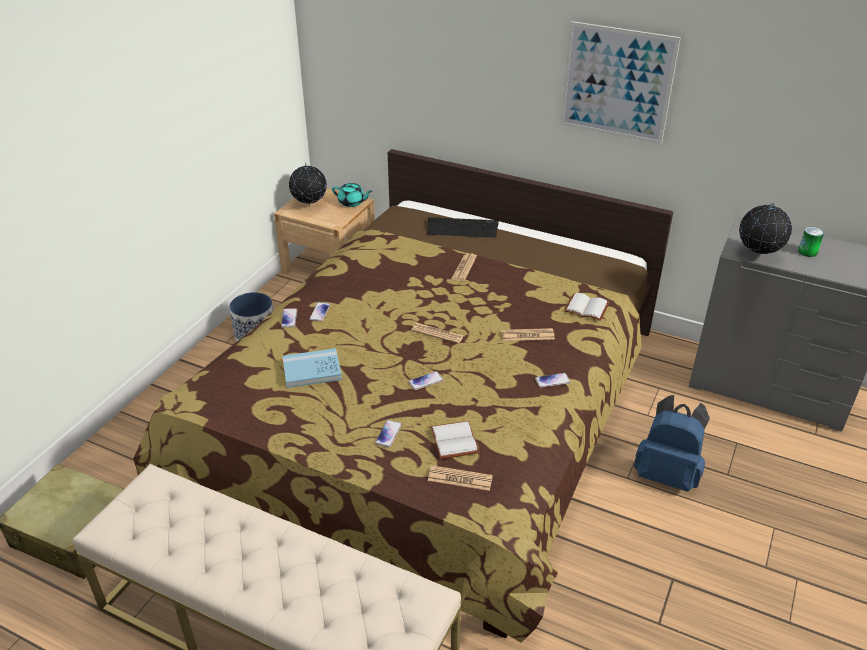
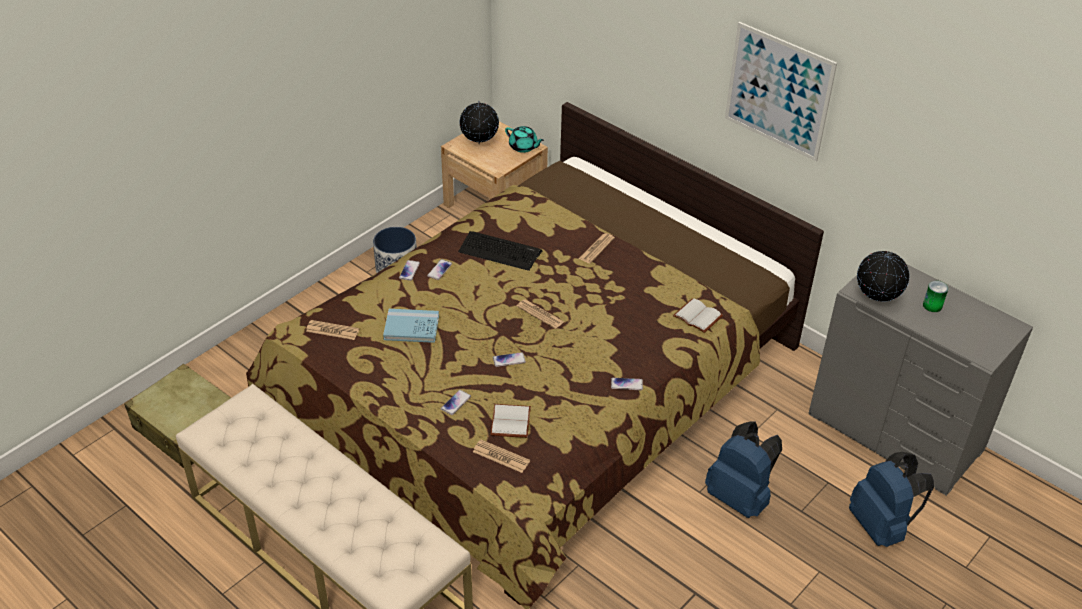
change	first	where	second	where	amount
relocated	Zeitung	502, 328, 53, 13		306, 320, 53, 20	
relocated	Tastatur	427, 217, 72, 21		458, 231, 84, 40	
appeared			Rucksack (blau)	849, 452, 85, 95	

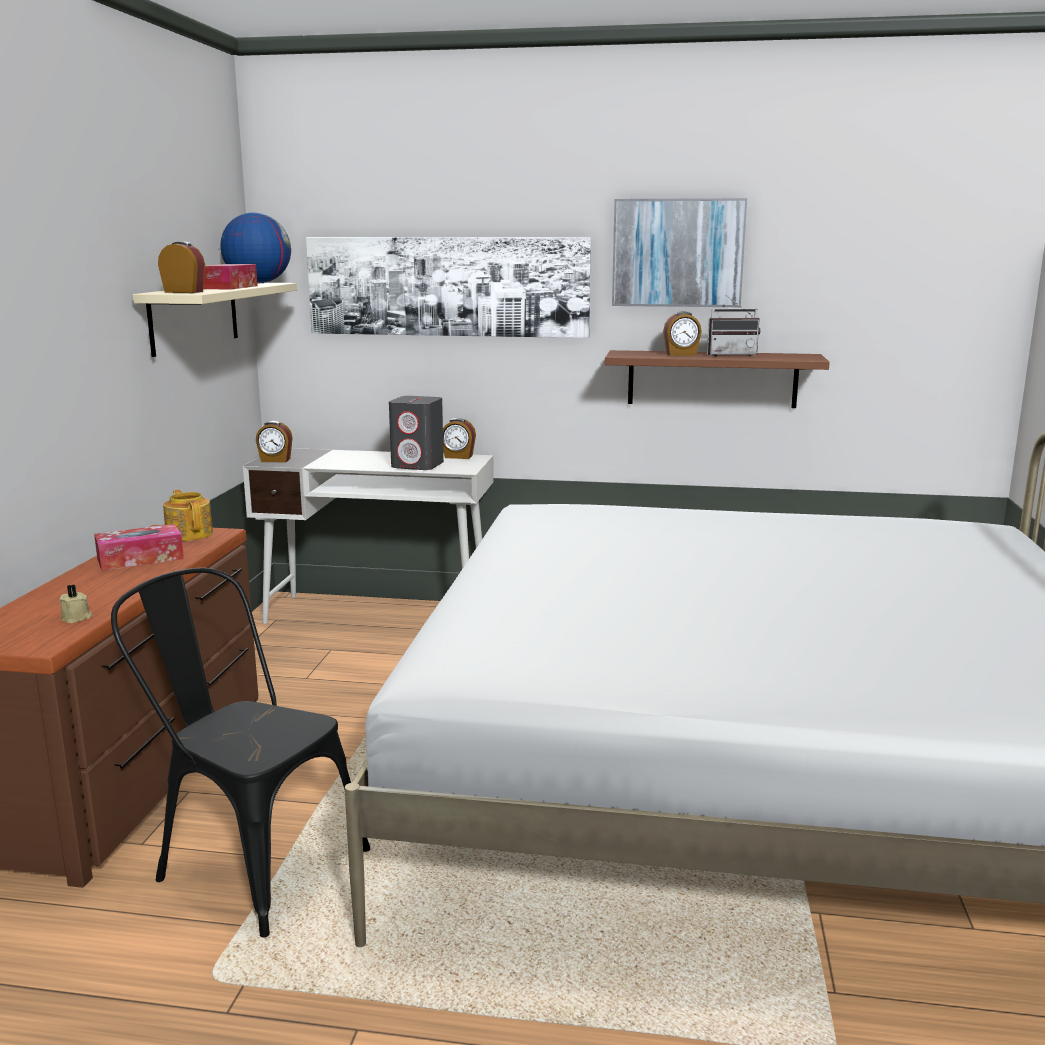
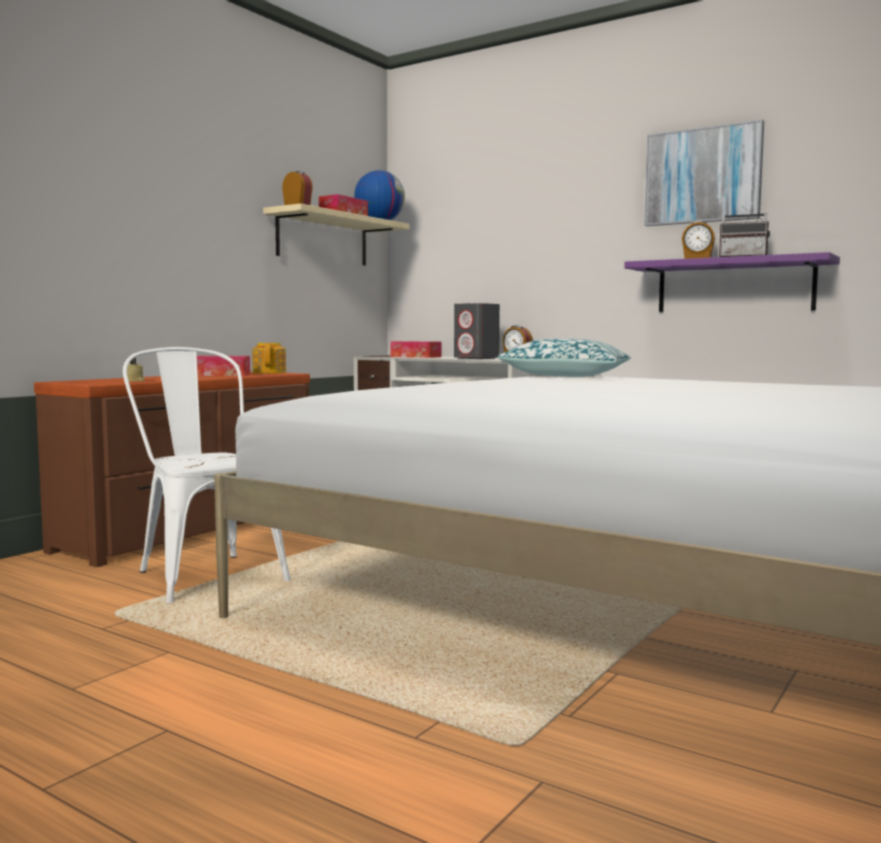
change	first	where	second	where	amount
colour	Stuhl (schwarz)	111, 568, 259, 369	Stuhl (weiß)	123, 347, 168, 256	
appeared			Taschentuchbox	390, 341, 51, 17	
appeared			Kissen	498, 339, 133, 38	
colour	Wandregal (braun)	605, 350, 225, 58	Wandregal (lila)	624, 252, 216, 60	
missing	Wecker	256, 421, 37, 41			
missing	Bild	306, 237, 285, 101			

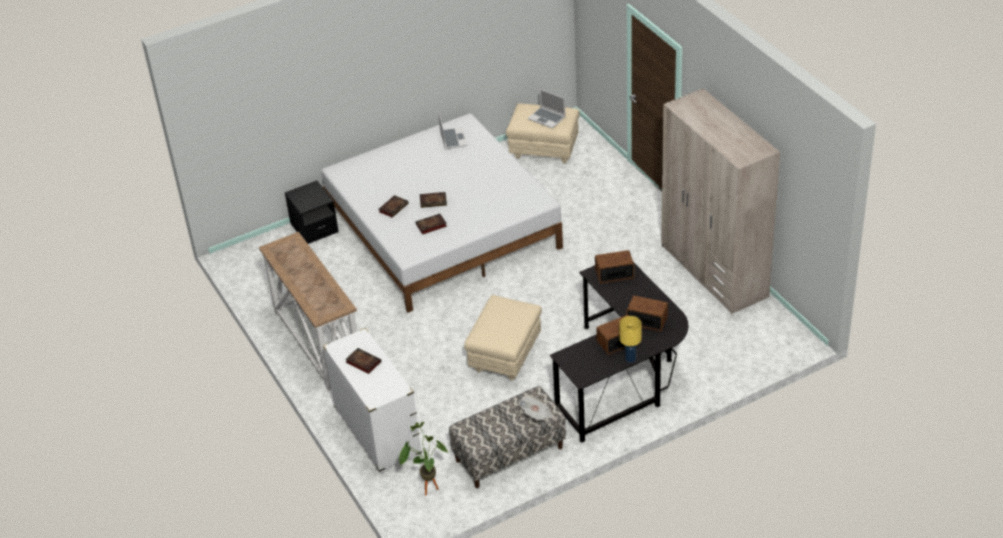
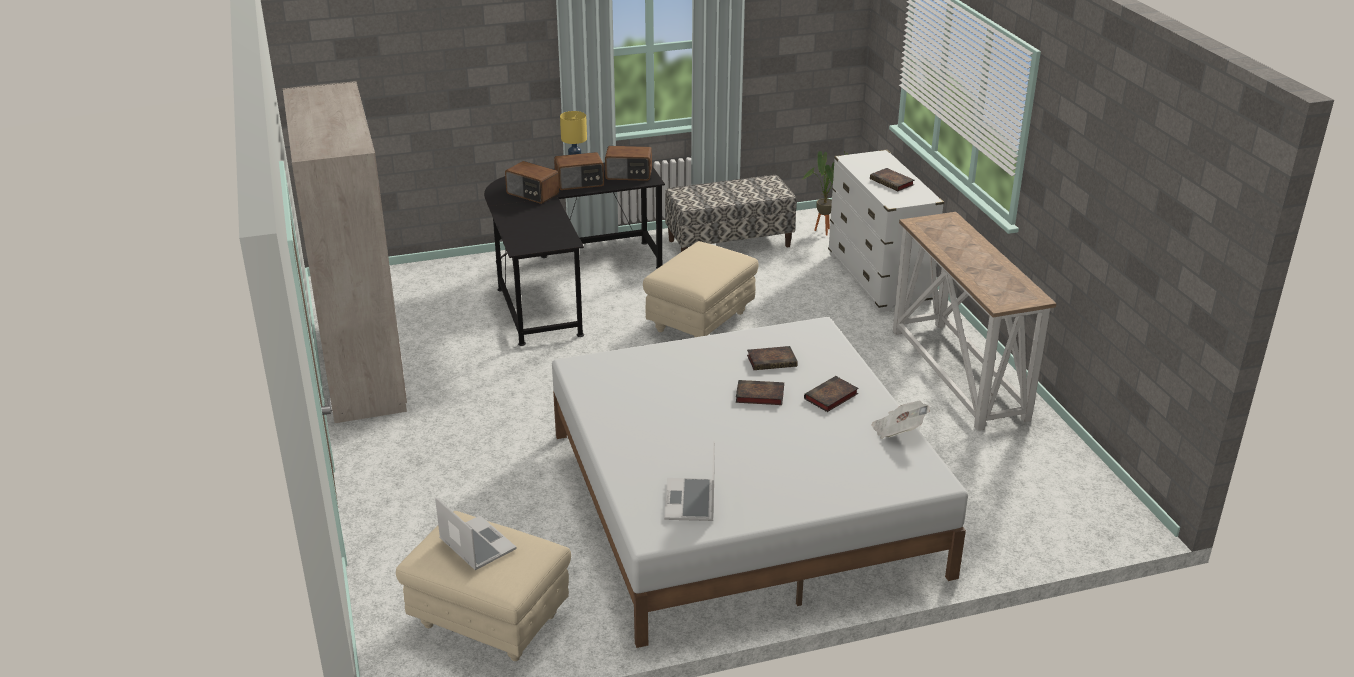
change	first	where	second	where	amount
relocated	Radio	595, 250, 39, 33		605, 146, 47, 35	
relocated	Zeitung	518, 395, 36, 25		872, 401, 58, 38	
missing	Nachttisch (schwarz)	285, 180, 54, 64			

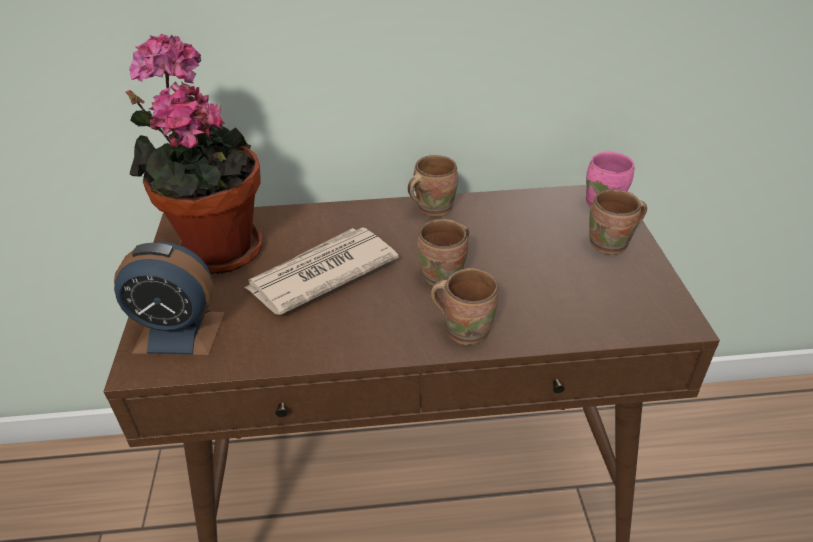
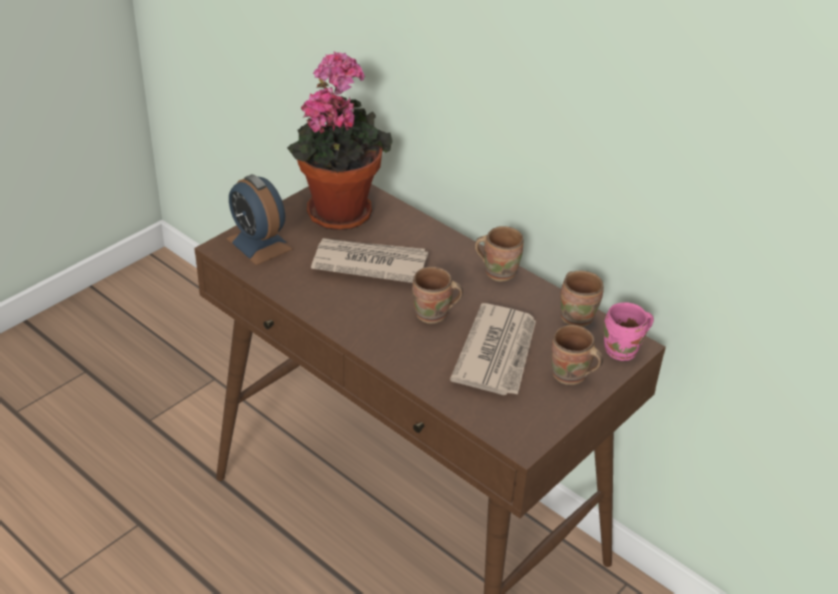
change	first	where	second	where	amount
appeared			Zeitung	450, 303, 86, 92	
relocated	Henkelbecher (braun)	431, 268, 68, 77		560, 271, 44, 56	

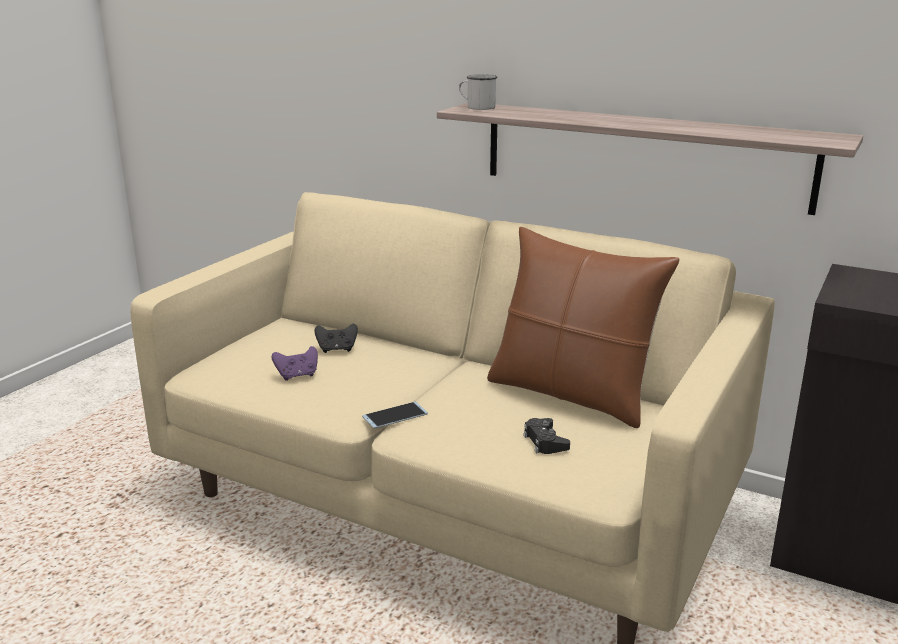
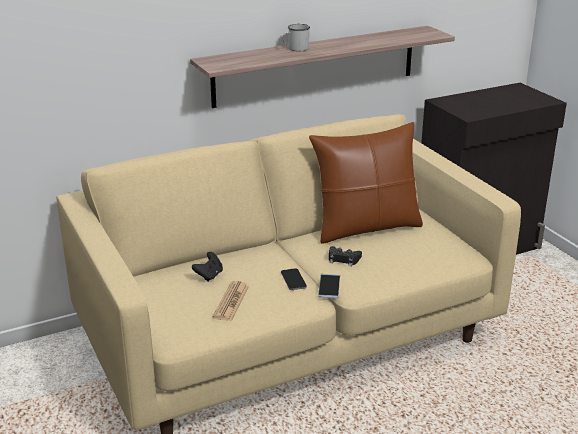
change	first	where	second	where	amount
exchanged	Gamepad (lila)	272, 346, 46, 35	Zeitung	213, 281, 36, 40	
appeared			Handy	281, 268, 26, 22	
relocated	Henkelbecher (weiß)	459, 74, 38, 36		282, 24, 28, 27	
relocated	Gamepad (schwarz)	523, 418, 47, 36		329, 246, 33, 20	

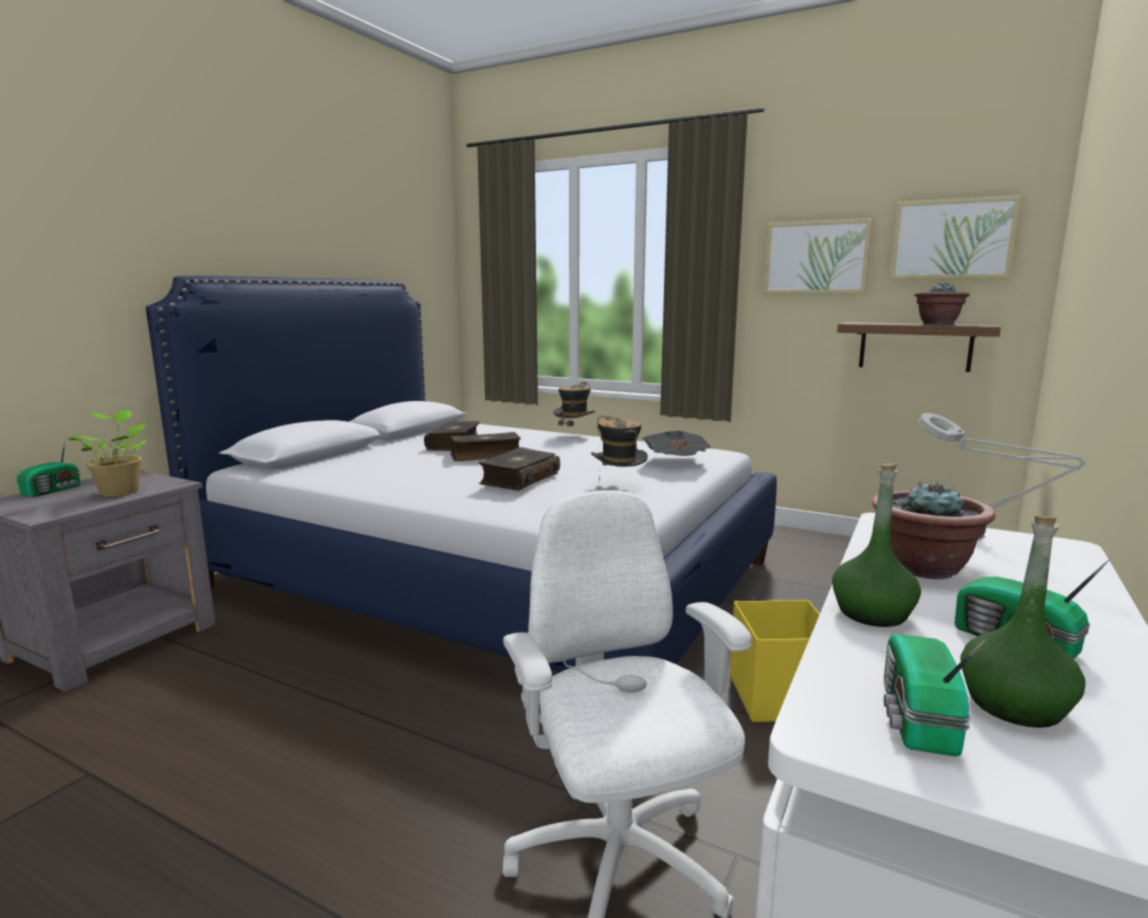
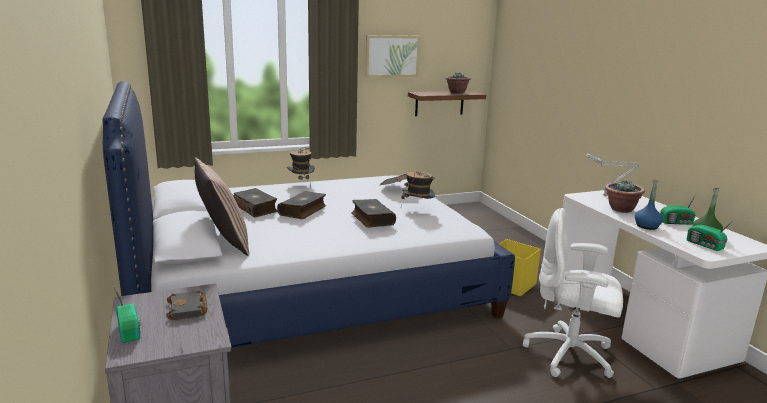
change	first	where	second	where	amount
exchanged	Topfpflanze	68, 409, 78, 88	Buch (schwarz)	166, 291, 41, 29	
appeared			Kissen	194, 157, 55, 99	
colour	Flasche (grün)	832, 463, 89, 164	Flasche (blau)	635, 179, 28, 51	
missing	Bild	889, 195, 132, 85			

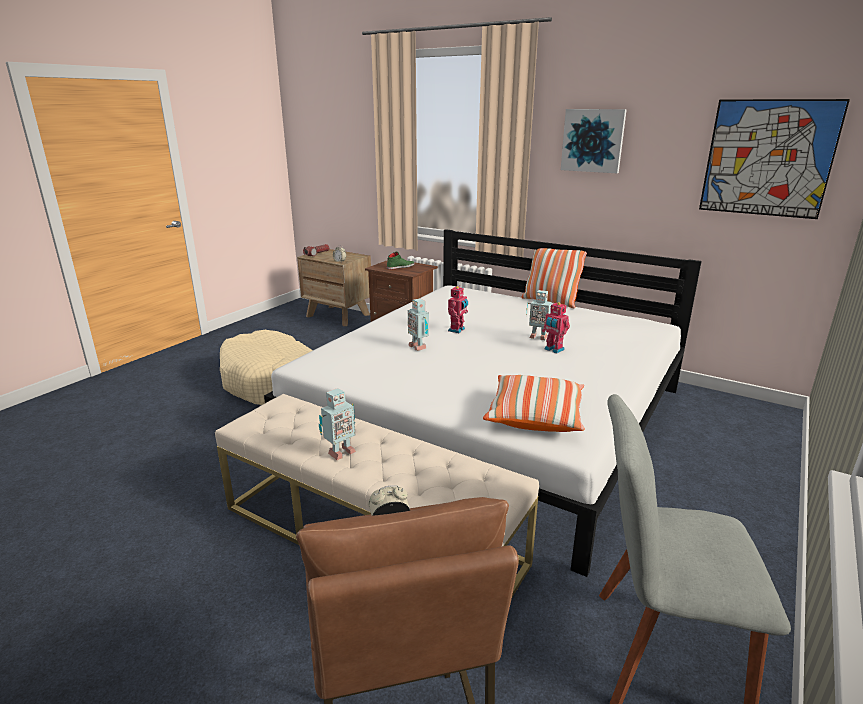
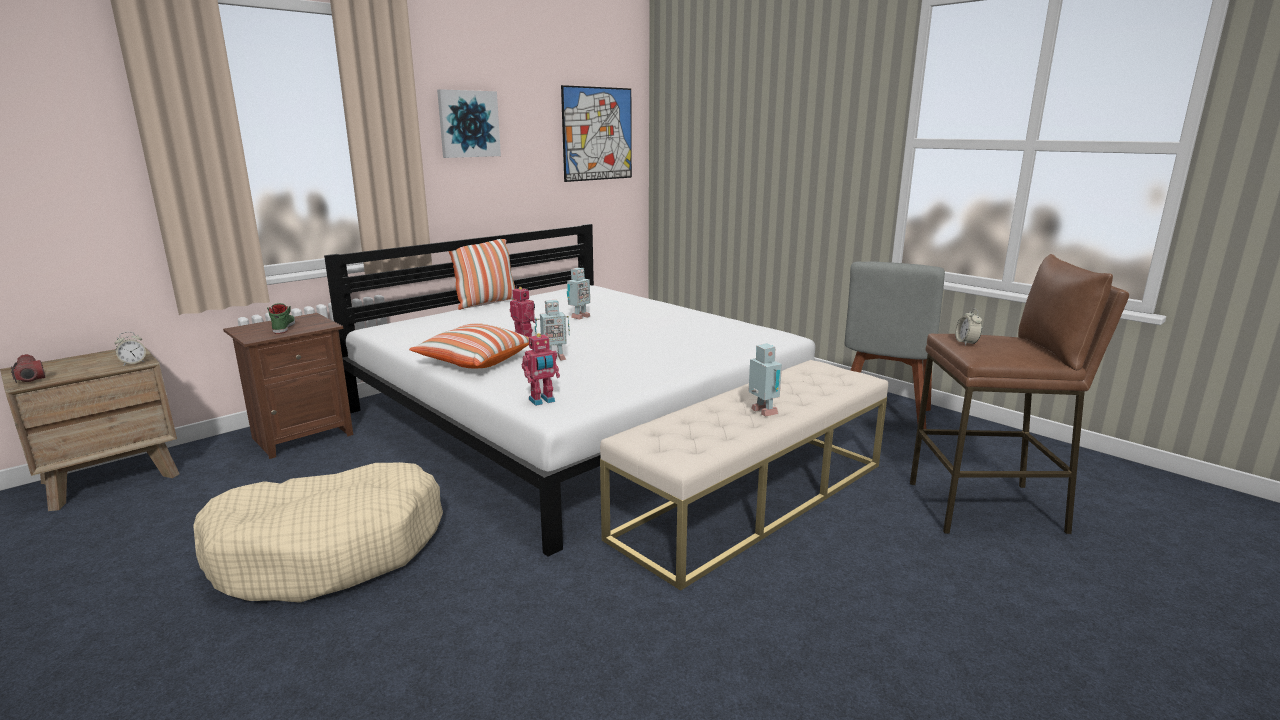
change	first	where	second	where	amount
relocated	Kissen	483, 375, 102, 57		409, 323, 120, 45	
relocated	Spielzeugroboter	542, 302, 28, 52		522, 333, 38, 73	

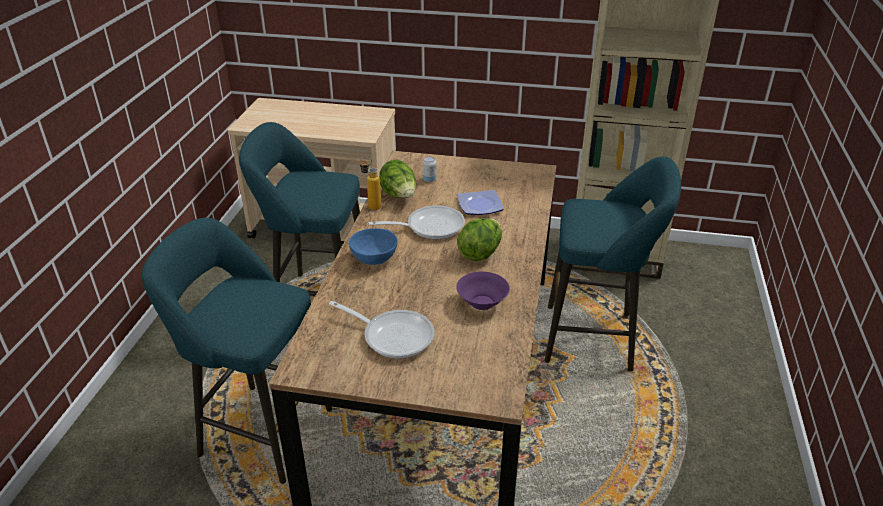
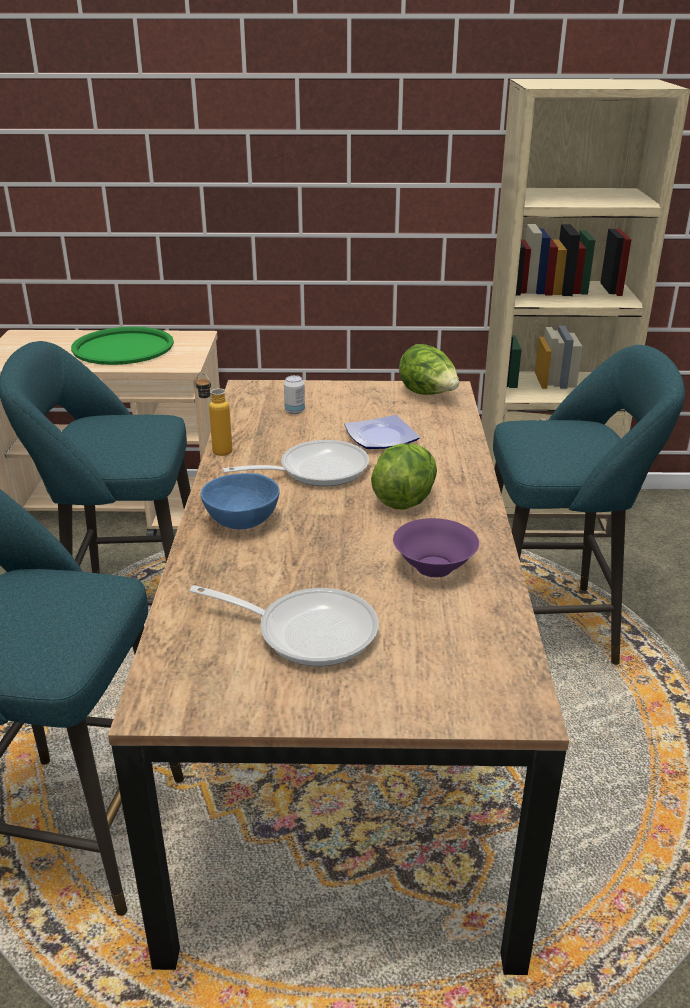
change	first	where	second	where	amount
appeared			Tablett (grün)	71, 327, 103, 38	
relocated	Salatkopf	379, 159, 38, 39		399, 344, 60, 51	

